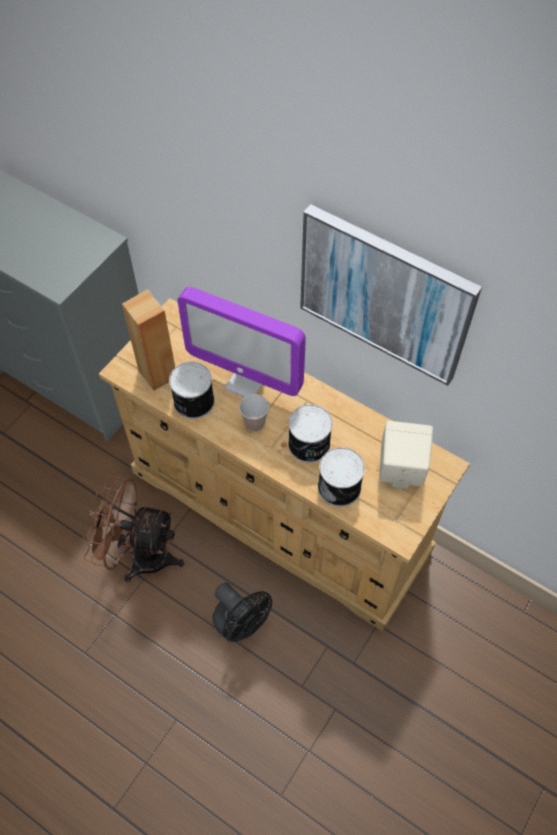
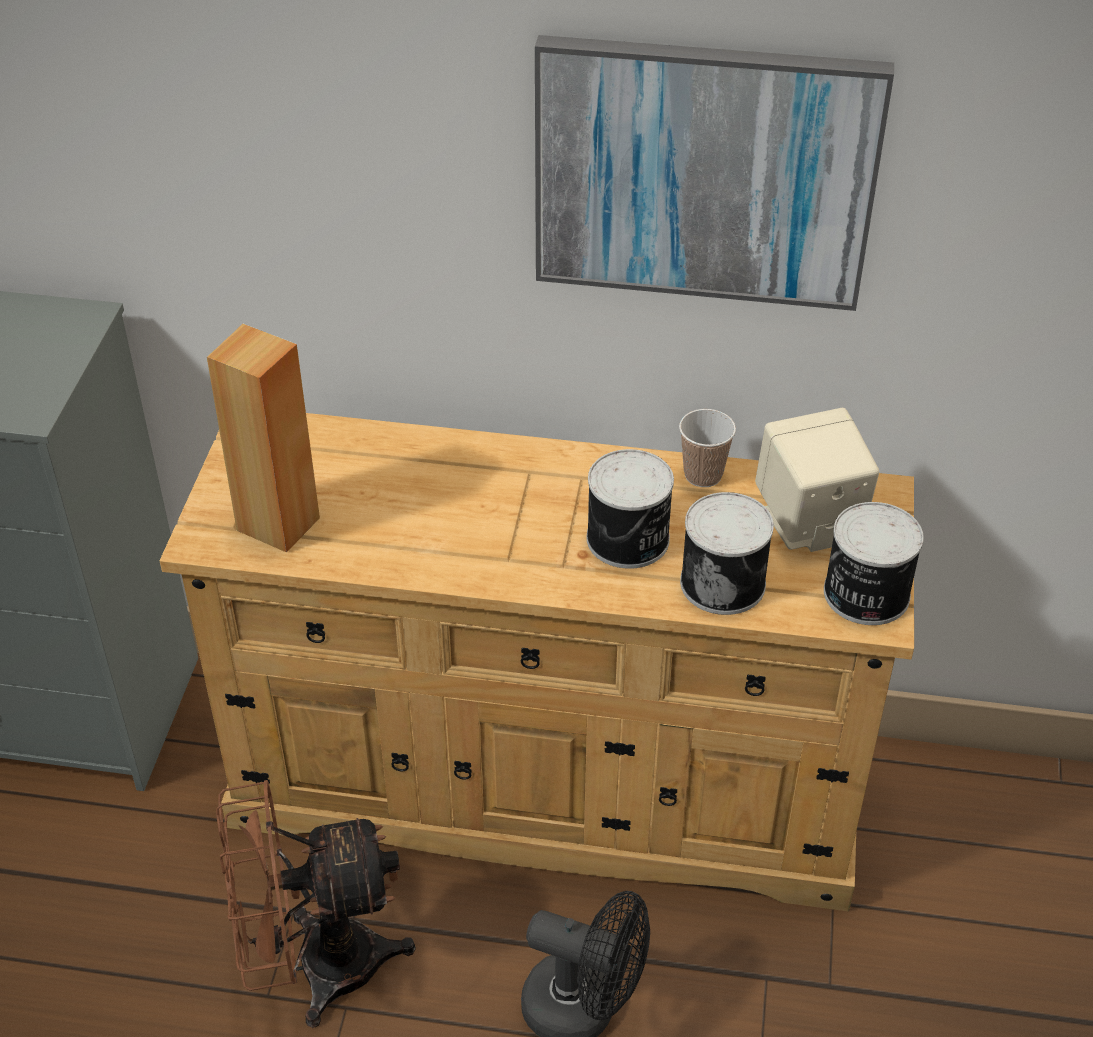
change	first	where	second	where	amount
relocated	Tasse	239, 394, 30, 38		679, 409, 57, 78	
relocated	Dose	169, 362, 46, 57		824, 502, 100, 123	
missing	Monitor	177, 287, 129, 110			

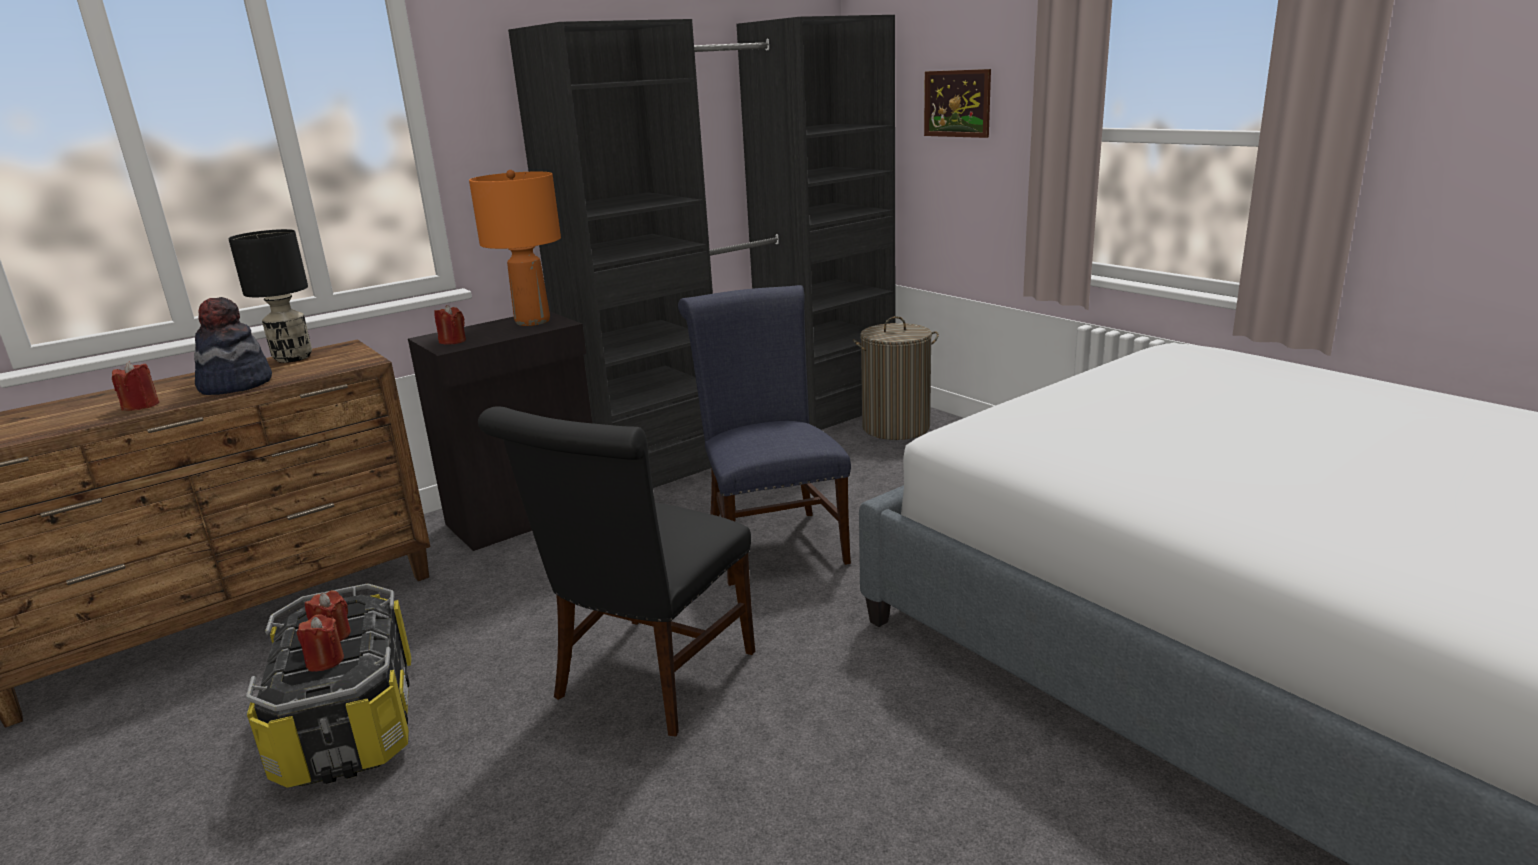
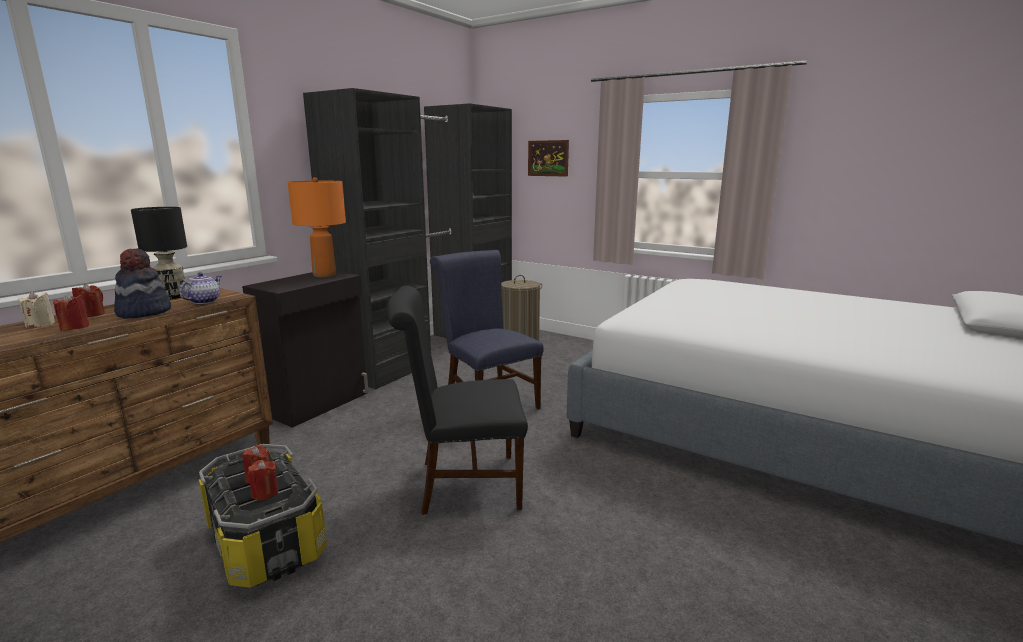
change	first	where	second	where	amount
appeared			Kerze (beige)	18, 291, 37, 37	
relocated	Kerze (rot)	434, 305, 32, 40		72, 283, 33, 34	
appeared			Teekanne	179, 272, 42, 32	
spun	Stuhl (schwarz)	478, 406, 277, 331		387, 286, 141, 229	75 degrees clockwise

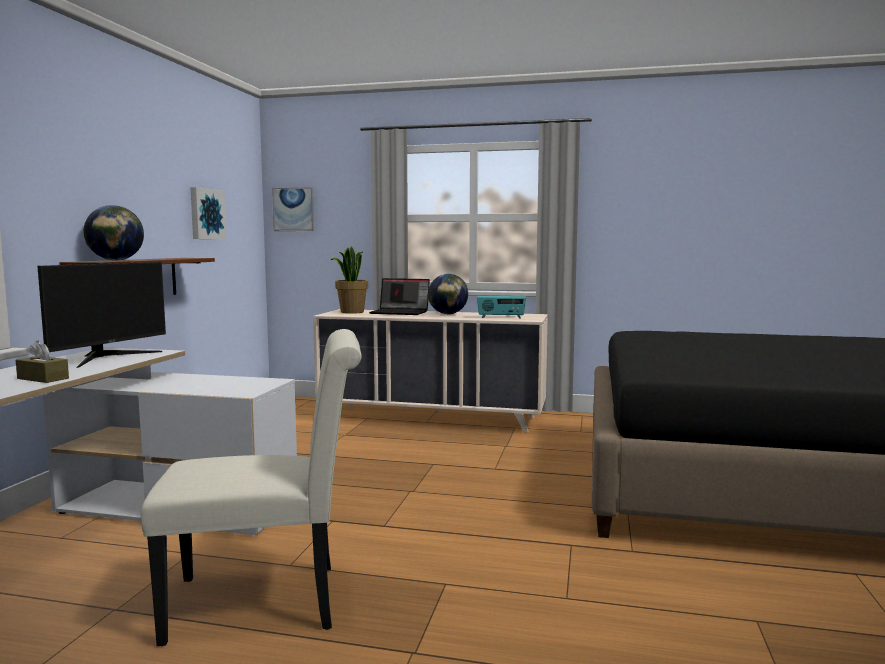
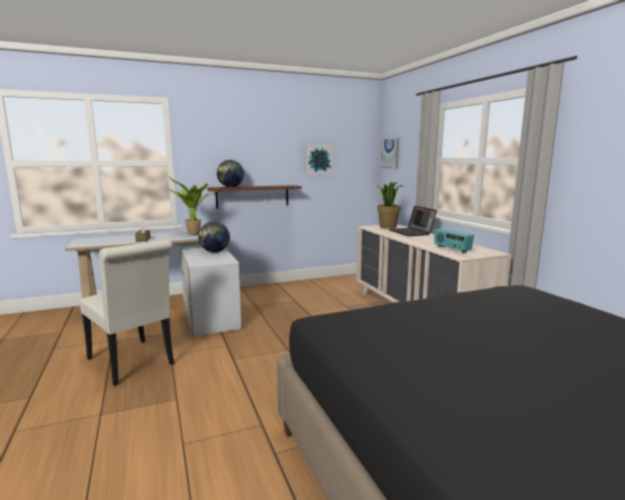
change	first	where	second	where	amount
exchanged	Monitor	37, 262, 129, 106	Topfpflanze	169, 177, 49, 58	
relocated	Globus	428, 274, 40, 40		198, 221, 32, 32	

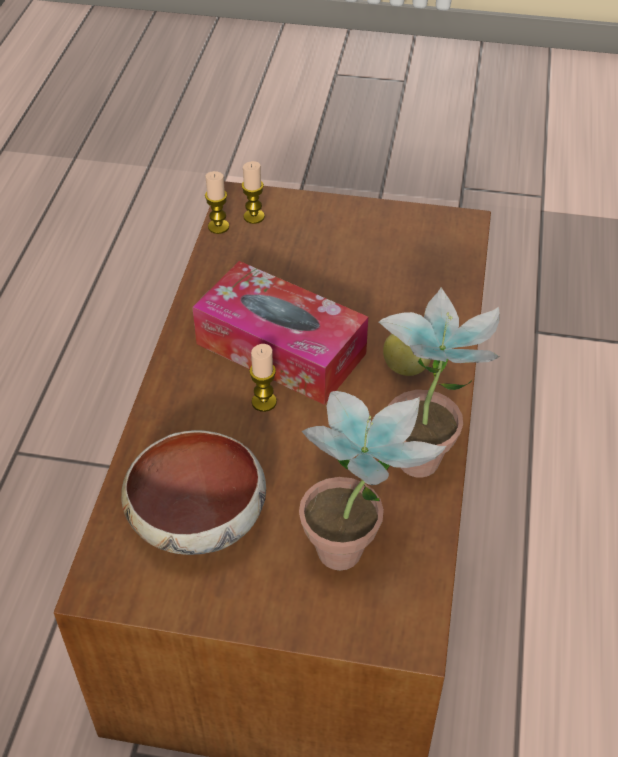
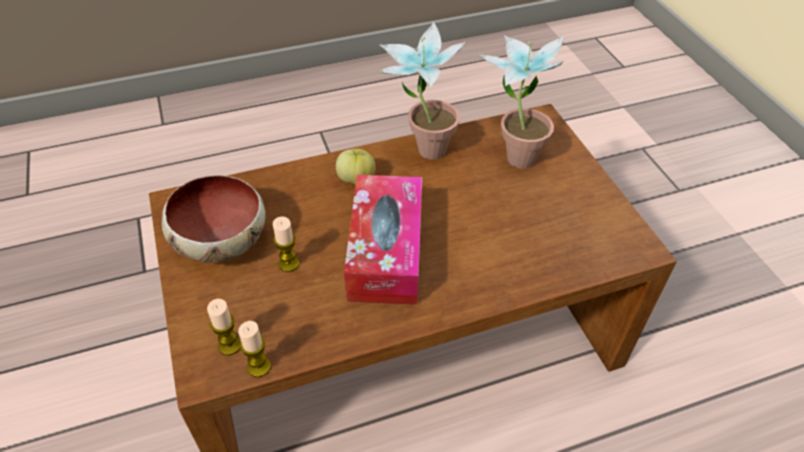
change	first	where	second	where	amount
relocated	Schüssel	121, 430, 145, 125		161, 175, 105, 88	
relocated	Kerze	249, 344, 28, 68		273, 217, 26, 55	

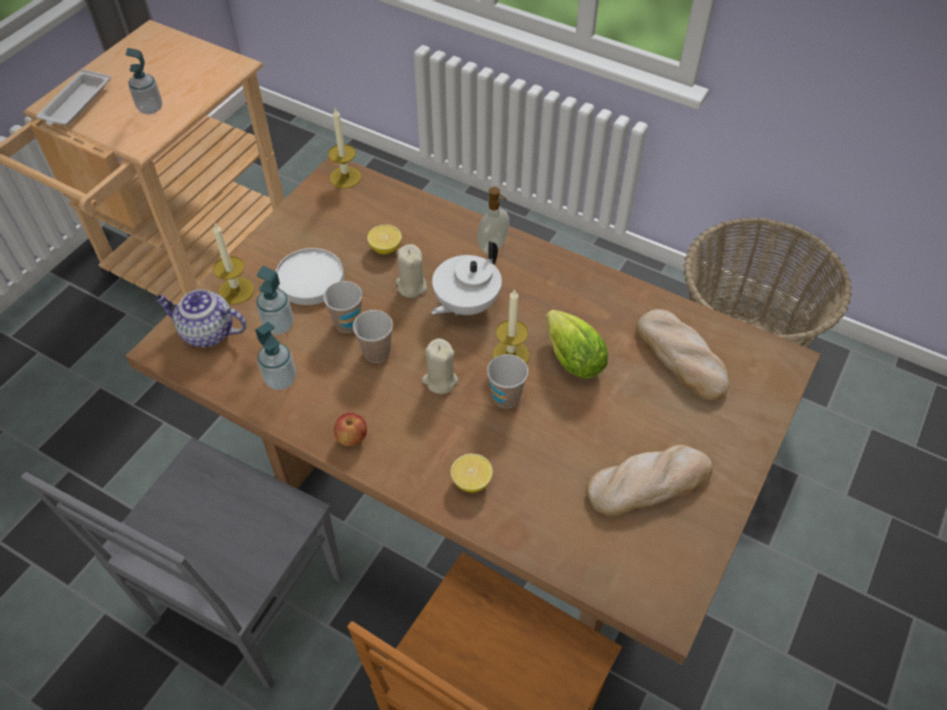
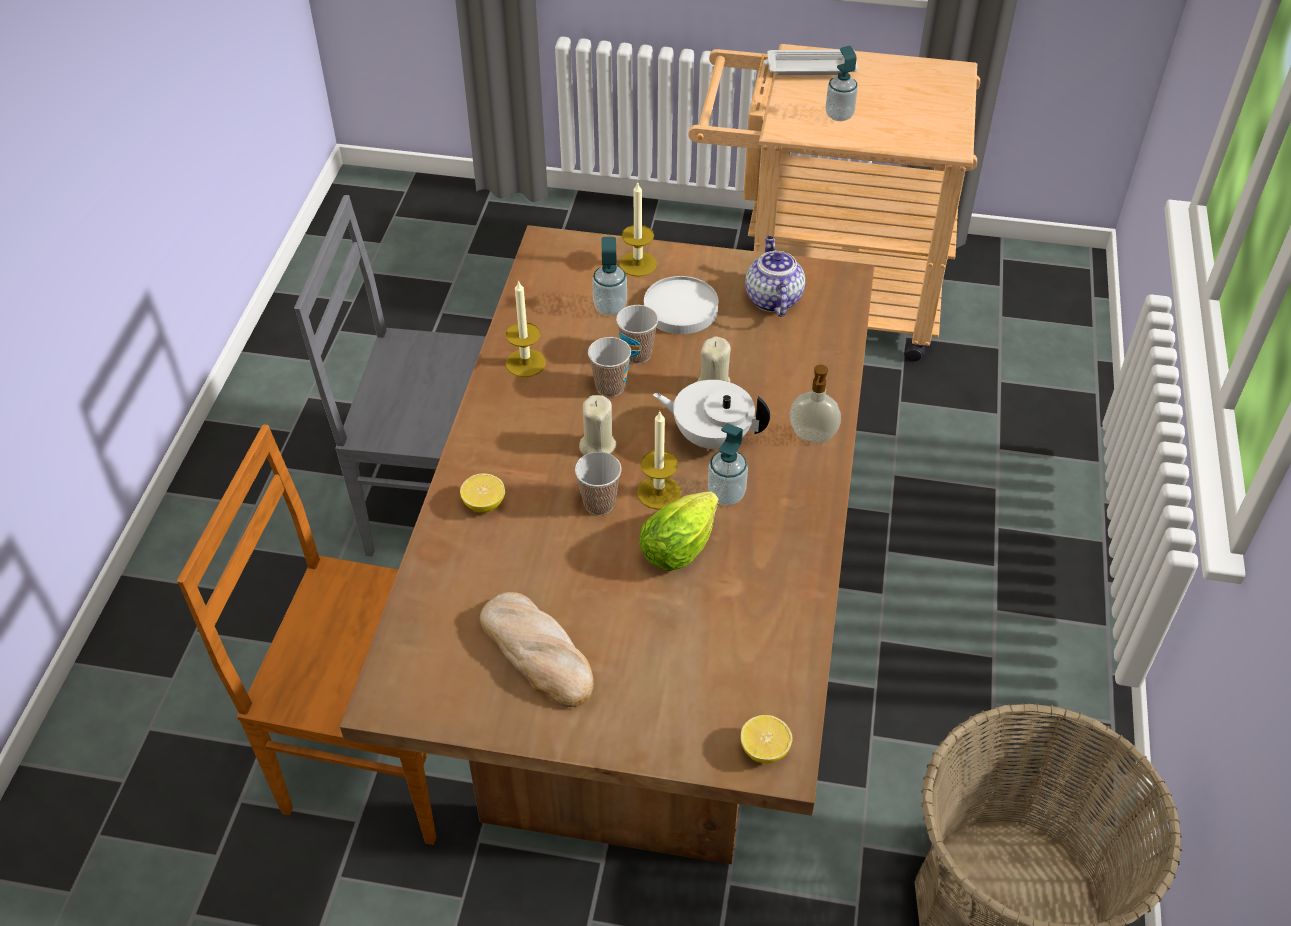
change	first	where	second	where	amount
relocated	Kerze	328, 108, 33, 81		506, 280, 40, 97	
relocated	Seifenspender	255, 322, 41, 68		708, 423, 40, 83	
relocated	Zitrone	367, 225, 35, 29		740, 715, 52, 49	
relocated	Teekanne	155, 289, 91, 58		745, 236, 60, 81	
missing	Apfel	334, 413, 33, 33			
missing	Brot	636, 309, 93, 92			

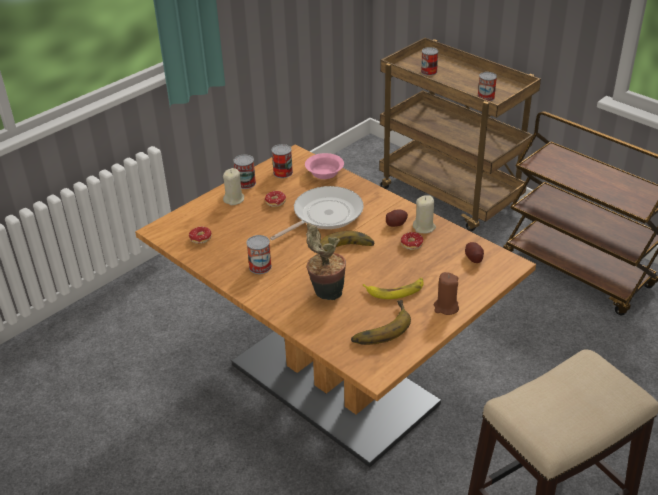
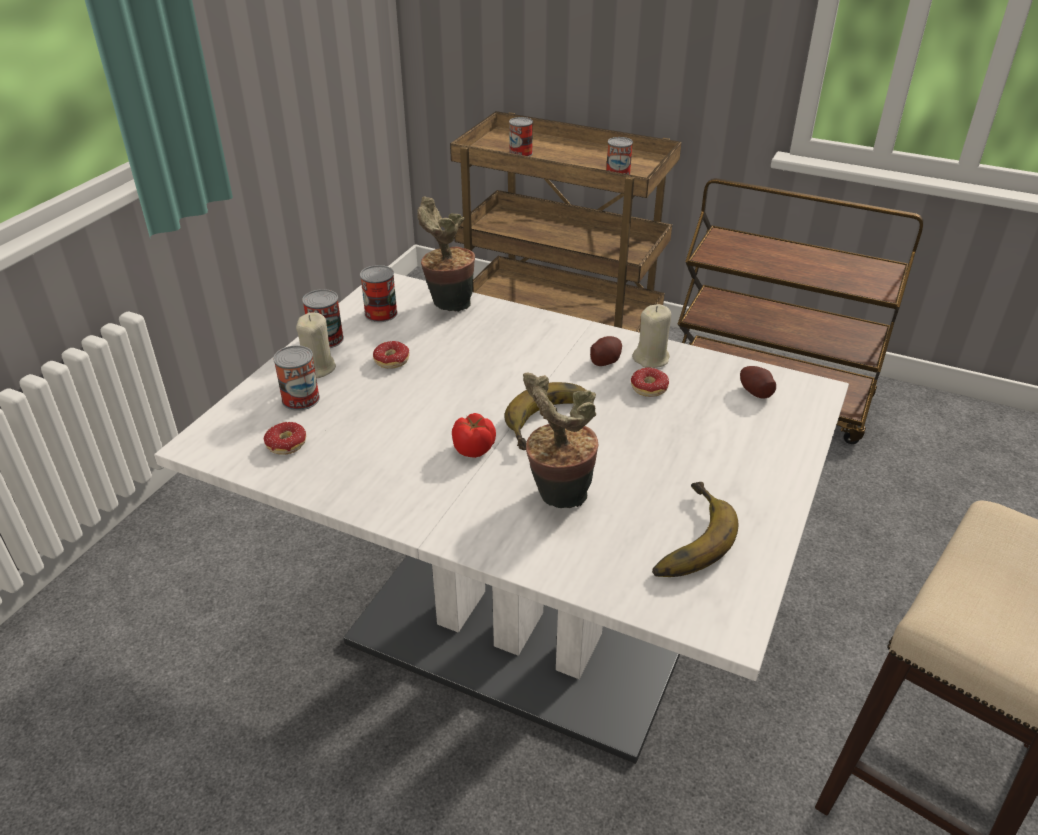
change	first	where	second	where	amount
colour	Esstisch (braun)	135, 144, 401, 323	Esstisch (weiß)	154, 273, 695, 491	
relocated	Dose	246, 235, 26, 39		273, 345, 47, 66	
exchanged	Schüssel (rosa)	305, 153, 39, 26	Topfpflanze	417, 197, 58, 115	
appeared			Tomate	452, 413, 44, 45	
missing	Pfanne	270, 186, 94, 55			
missing	Banane	363, 278, 61, 21			
missing	Kerze (braun)	434, 272, 25, 43			

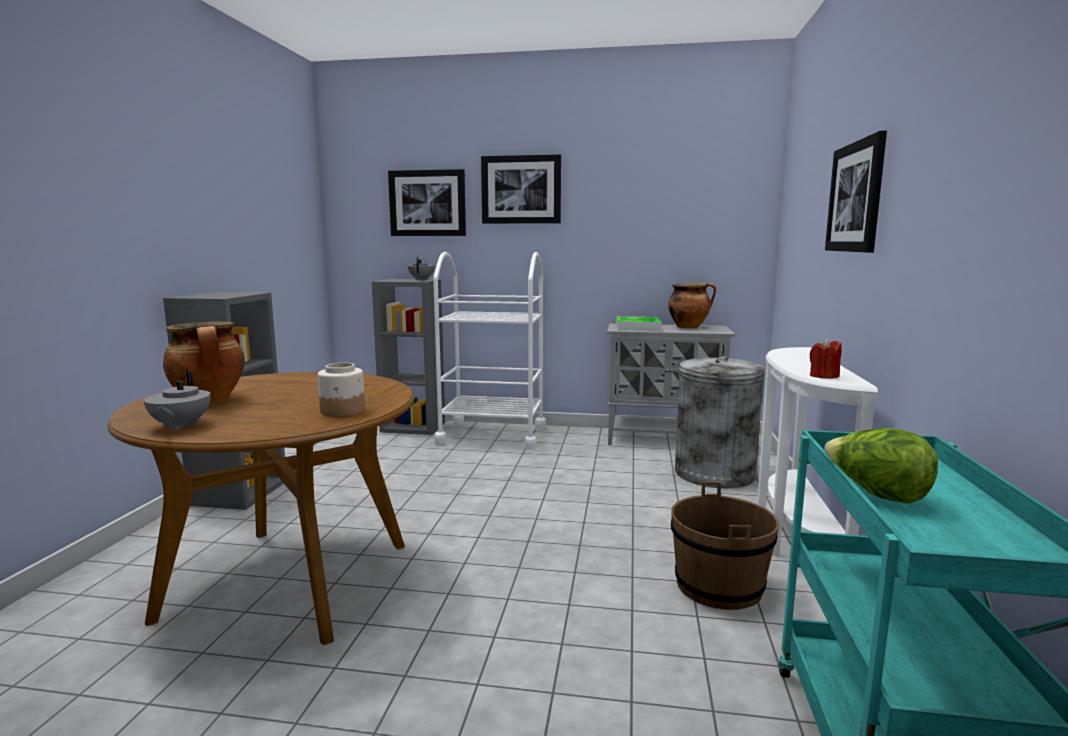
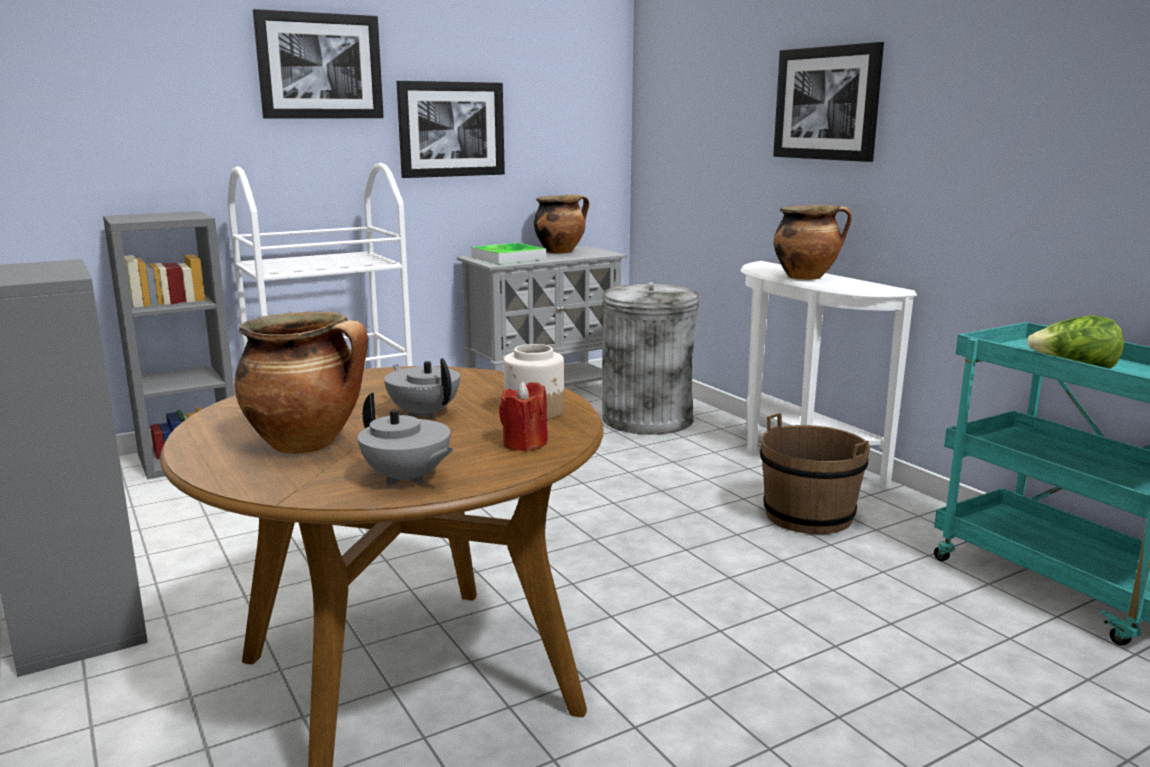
change	first	where	second	where	amount
relocated	Teekanne (grau)	408, 256, 26, 24		384, 358, 76, 61	
relocated	Bild	388, 169, 78, 67		396, 81, 109, 97	
relocated	Kerze (rot)	810, 338, 32, 40		499, 381, 49, 70	
appeared			Kochtopf	774, 205, 78, 75	

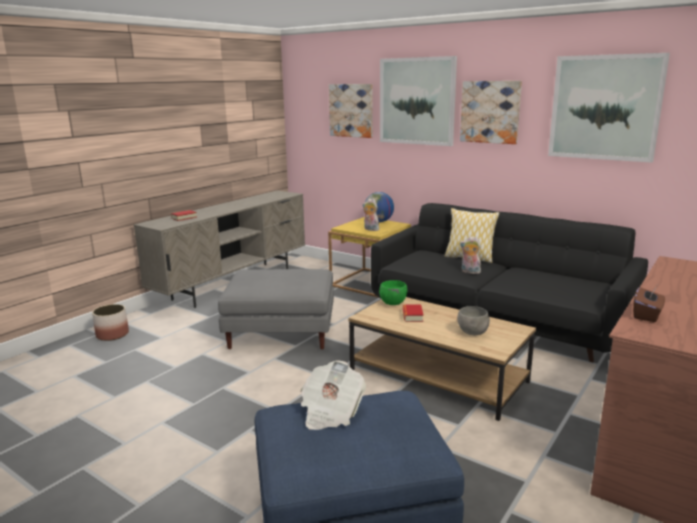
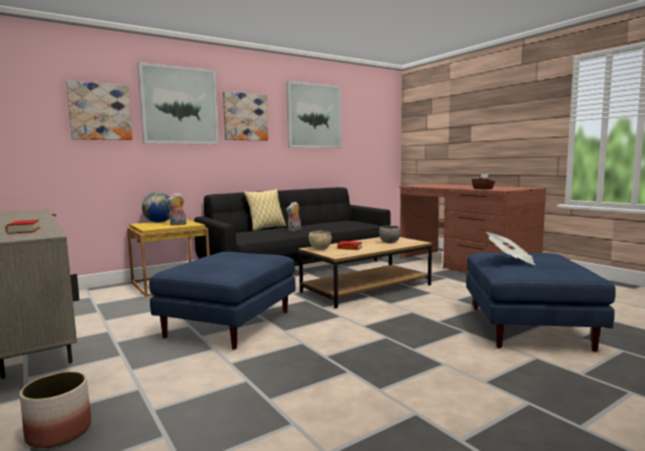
change	first	where	second	where	amount
colour	Polsterhocker (grau)	218, 269, 116, 80	Polsterhocker (blau)	149, 252, 146, 98	
colour	Schüssel (grün)	379, 280, 28, 25	Schüssel (beige)	309, 231, 23, 19	

